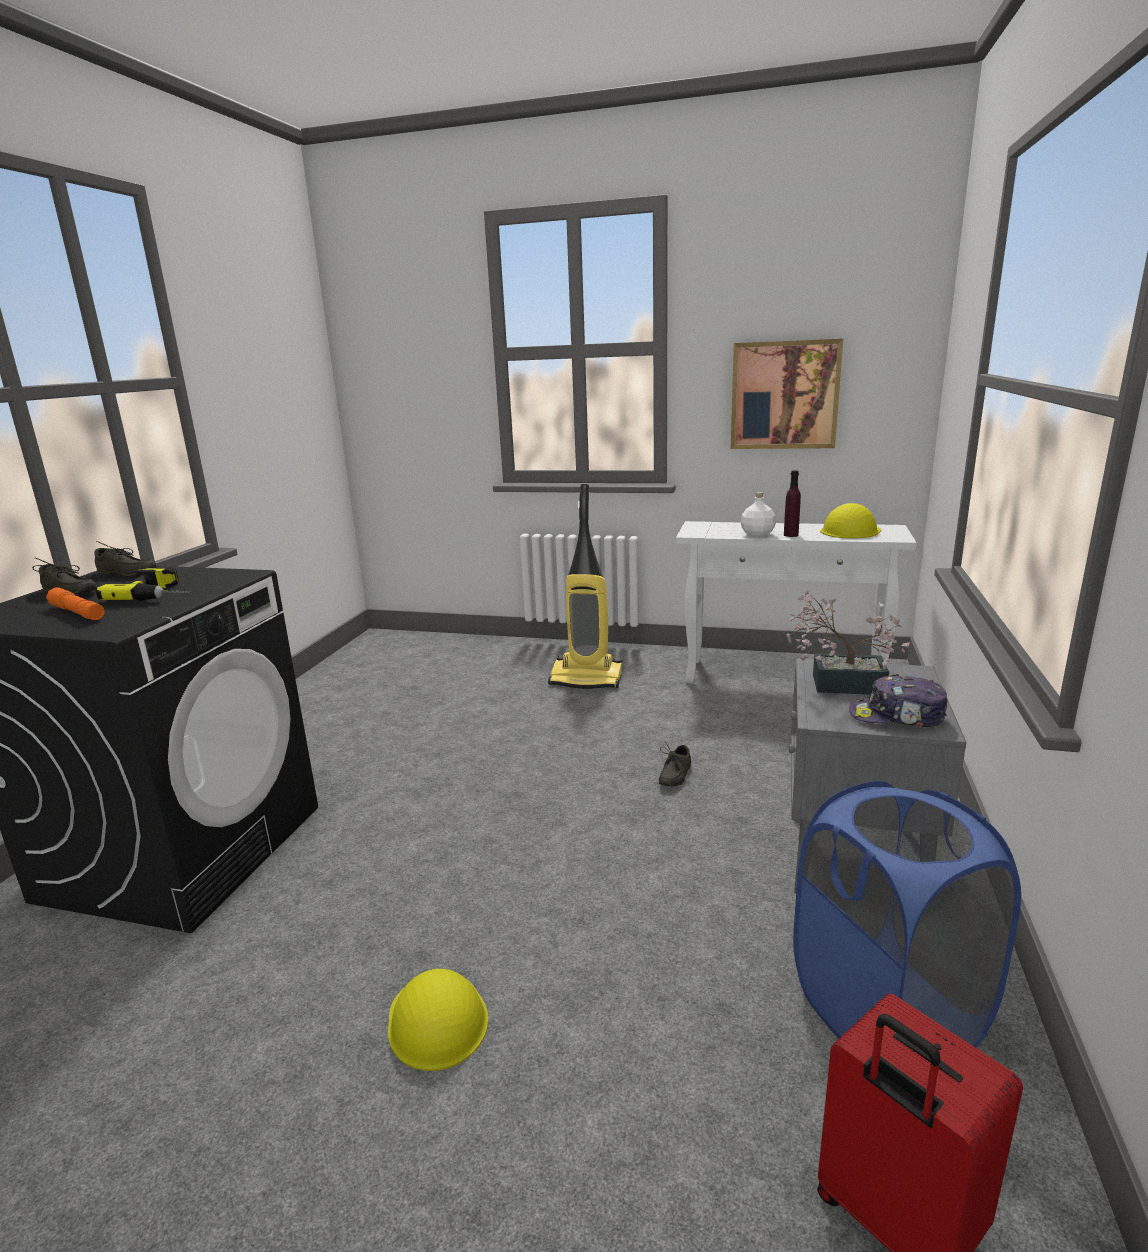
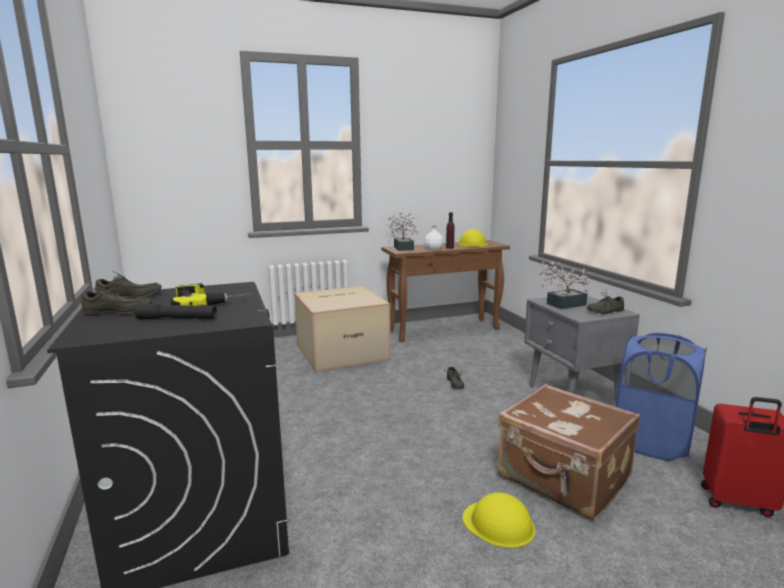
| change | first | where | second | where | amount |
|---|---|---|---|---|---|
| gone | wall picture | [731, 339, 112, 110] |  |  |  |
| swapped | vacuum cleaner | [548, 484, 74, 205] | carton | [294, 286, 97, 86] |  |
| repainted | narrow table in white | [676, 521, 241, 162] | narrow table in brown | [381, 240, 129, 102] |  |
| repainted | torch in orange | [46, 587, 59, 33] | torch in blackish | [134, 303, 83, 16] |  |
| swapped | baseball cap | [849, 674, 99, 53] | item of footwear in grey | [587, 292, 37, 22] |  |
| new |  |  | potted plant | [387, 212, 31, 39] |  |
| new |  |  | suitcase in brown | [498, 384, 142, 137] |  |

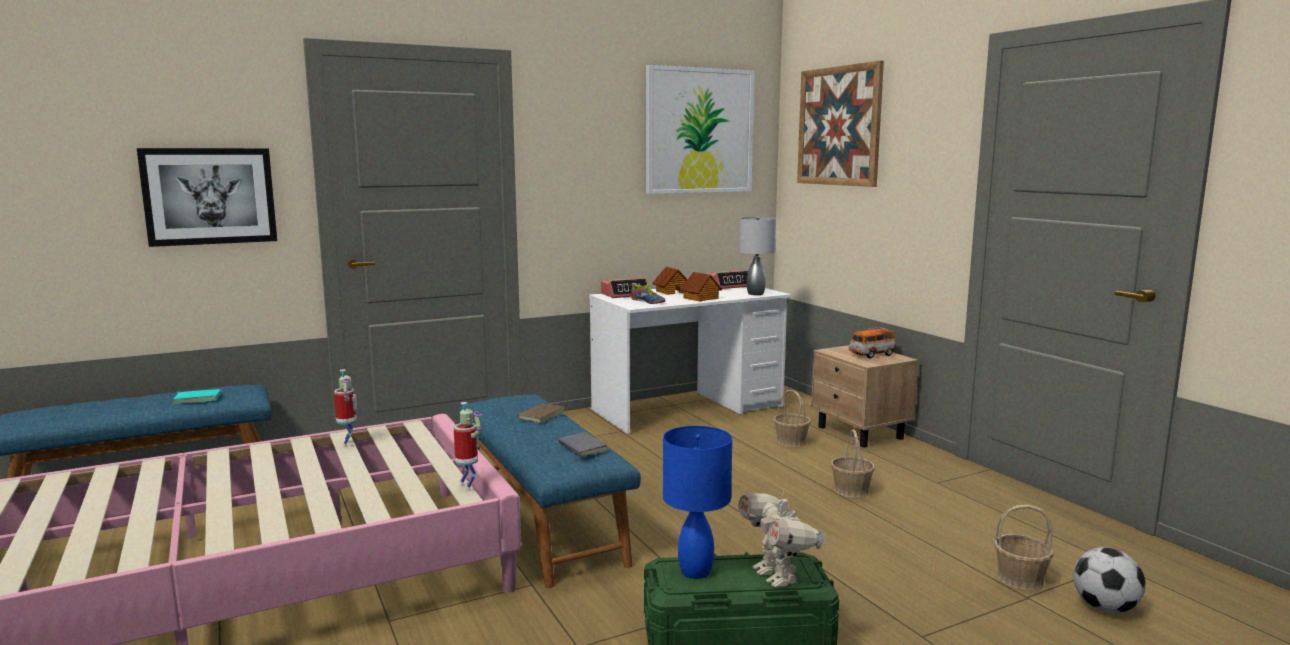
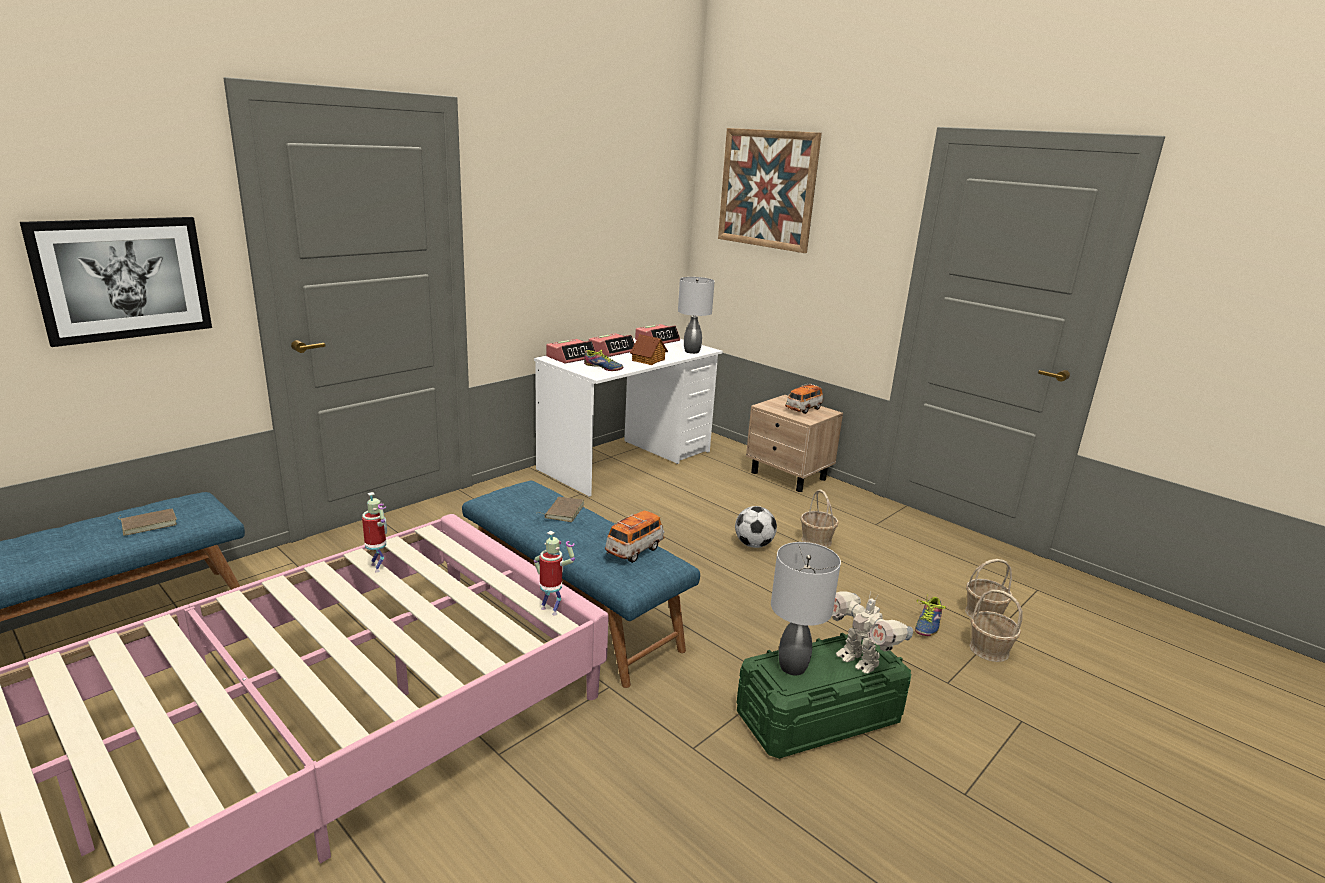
| change | first | where | second | where | amount |
|---|---|---|---|---|---|
| gone | wall picture | [646, 65, 109, 129] |  |  |  |
| swapped | miniature house | [652, 267, 36, 28] | table clock | [589, 333, 46, 24] |  |
| repainted | volume in turquoise | [173, 389, 48, 15] | volume in brown | [118, 508, 59, 28] |  |
| shifted | storage basket | [774, 390, 37, 57] |  | [969, 589, 54, 73] |  |
| repainted | lamp for a table in blue | [663, 426, 69, 153] | lamp for a table in grey | [771, 542, 70, 133] |  |
| swapped | volume in grey | [558, 432, 50, 25] | toy car | [605, 511, 60, 52] |  |
| shifted | football | [1073, 547, 73, 66] |  | [735, 506, 42, 42] |  |
| new |  |  | item of footwear | [915, 594, 31, 42] |  |

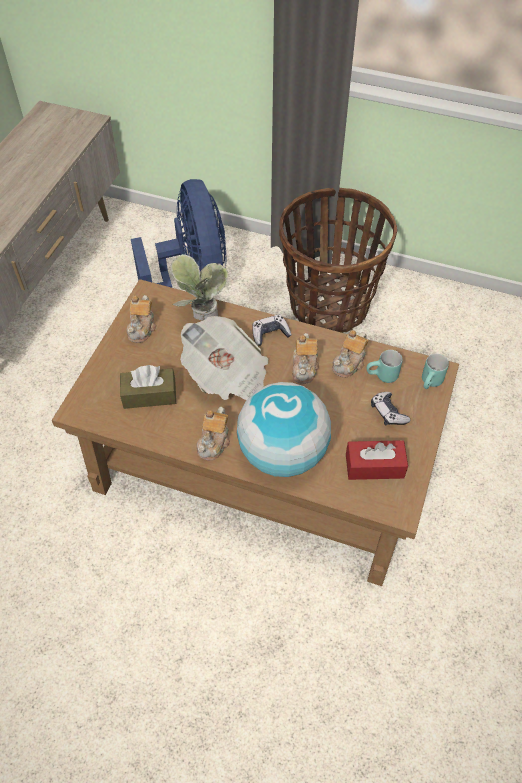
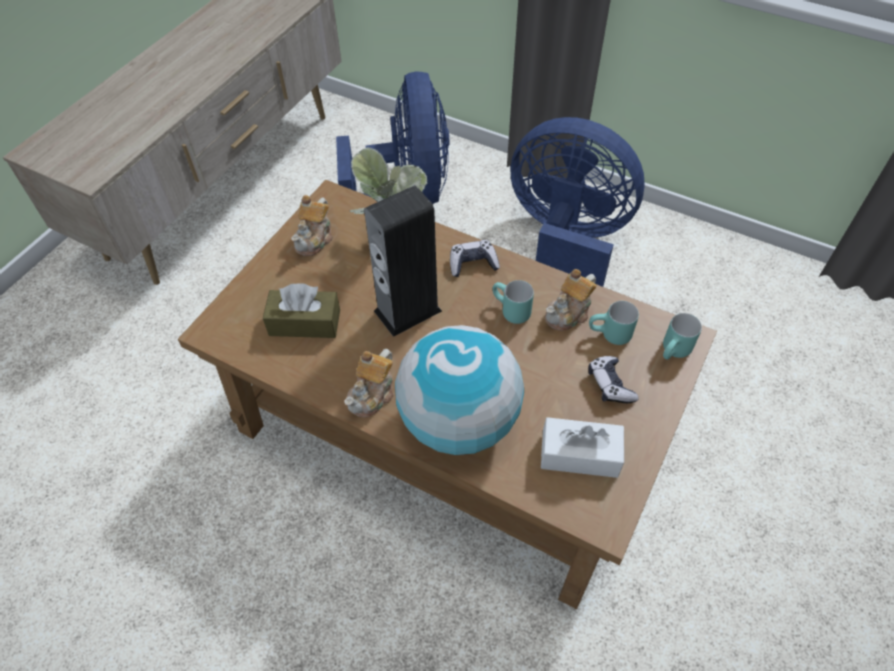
| change | first | where | second | where | amount |
|---|---|---|---|---|---|
| swapped | storage basket | [279, 188, 118, 145] | electric fan in blue | [511, 117, 134, 170] |  |
| swapped | newspaper | [180, 316, 88, 84] | speaker | [364, 185, 78, 152] |  |
| swapped | tea pot | [292, 333, 27, 51] | tea mug in turquoise | [493, 280, 41, 44] |  |
| repainted | tissue box in red-coloured | [346, 440, 62, 40] | tissue box in white | [541, 417, 83, 61] |  |

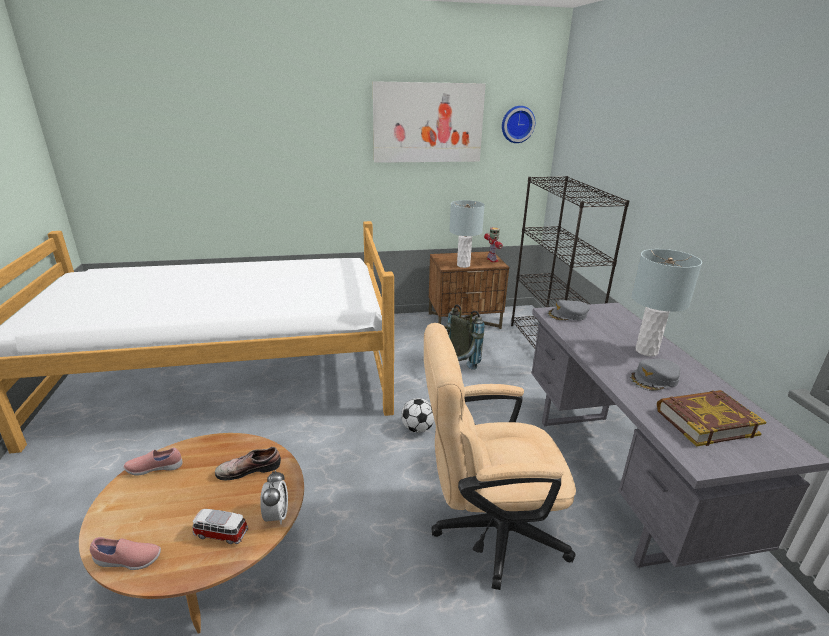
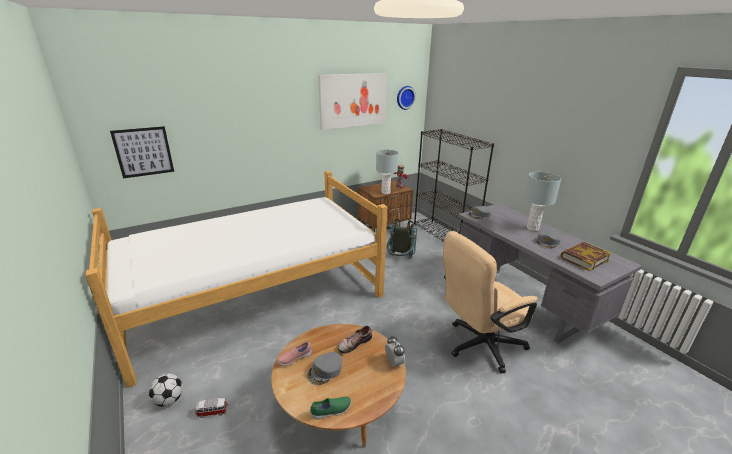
| change | first | where | second | where | amount |
|---|---|---|---|---|---|
| shifted | football | [401, 398, 33, 35] |  | [149, 373, 34, 34] |  |
| shifted | toy car | [192, 509, 56, 35] |  | [195, 398, 33, 20] |  |
| repainted | item of footwear in pink | [90, 537, 71, 33] | item of footwear in greenish | [310, 397, 41, 23] |  |
| new |  |  | wall picture | [110, 126, 64, 52] |  |
| new |  |  | baseball cap in grey | [307, 352, 35, 33] |  |

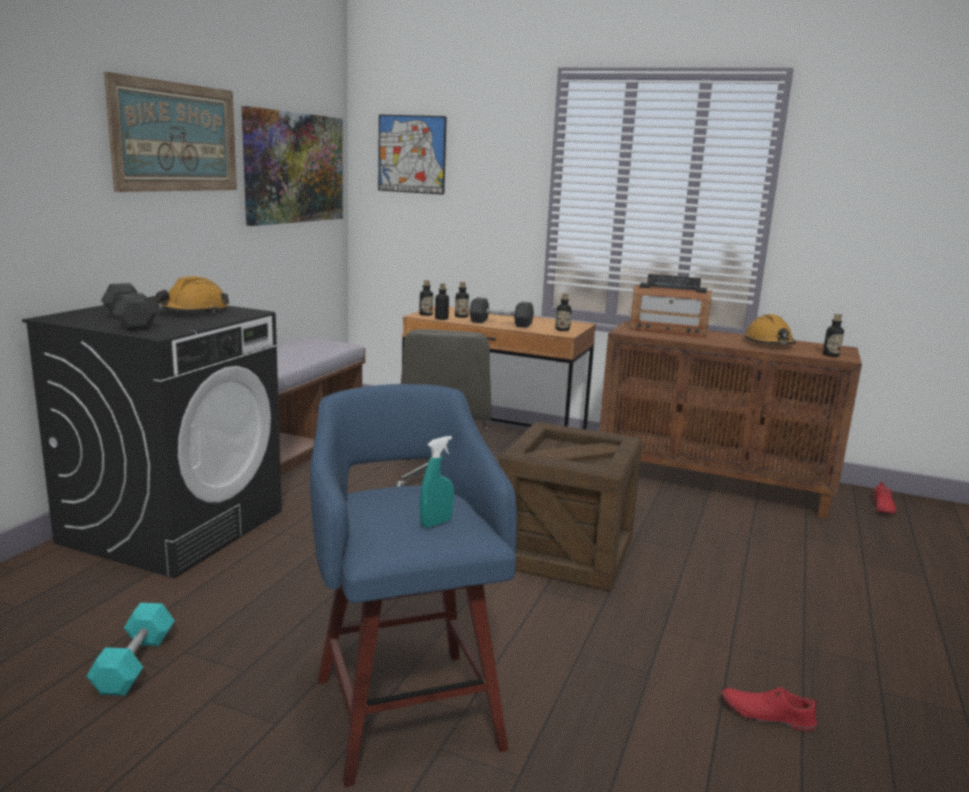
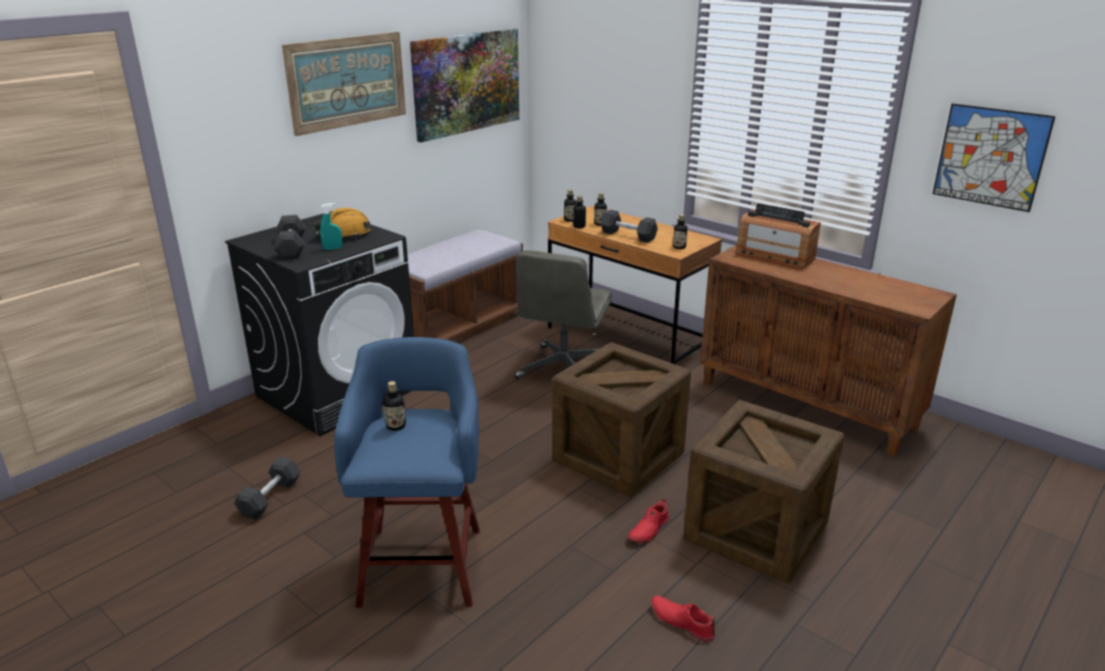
| change | first | where | second | where | amount |
|---|---|---|---|---|---|
| shifted | wall picture | [378, 115, 69, 80] |  | [933, 103, 123, 109] |  |
| gone | safety helmet in orange | [745, 314, 51, 30] |  |  |  |
| shifted | bottle | [823, 314, 21, 43] |  | [383, 381, 23, 50] |  |
| shifted | sprayer in turquoise | [420, 436, 34, 92] |  | [320, 203, 23, 47] |  |
| shifted | item of footwear in red-coloured | [873, 482, 24, 32] |  | [628, 499, 41, 43] |  |
| repainted | hand weight in turquoise | [86, 603, 89, 93] | hand weight in grey | [234, 457, 67, 62] |  |
| new |  |  | shipping crate | [683, 400, 161, 184] |  |

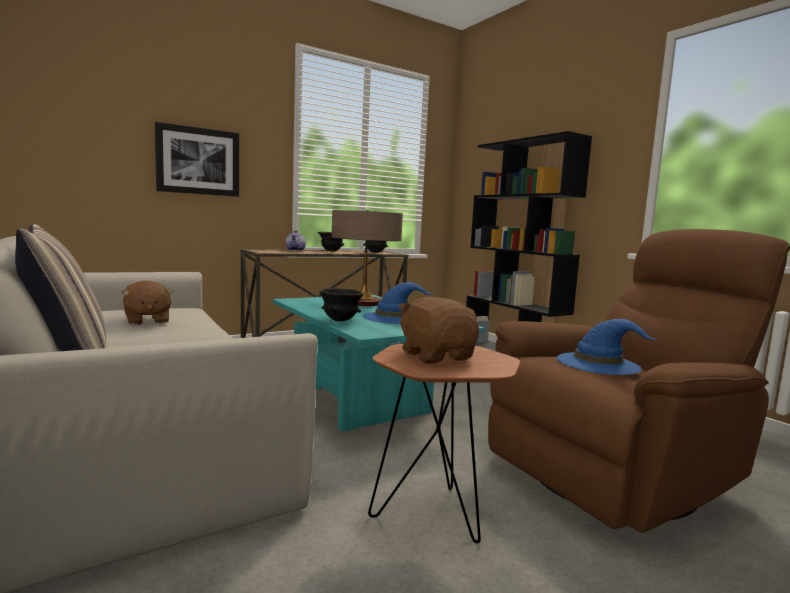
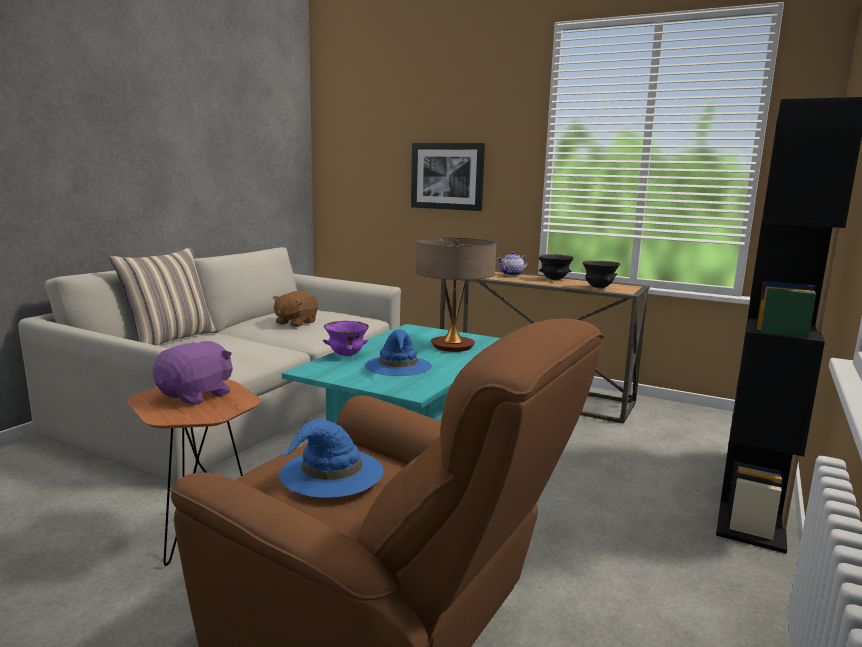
| change | first | where | second | where | amount |
|---|---|---|---|---|---|
| repainted | deep dish in blackish | [319, 288, 46, 34] | deep dish in purple | [323, 321, 46, 35] |  |
| repainted | plush toy in brown | [398, 297, 81, 67] | plush toy in purple | [153, 341, 80, 64] |  |

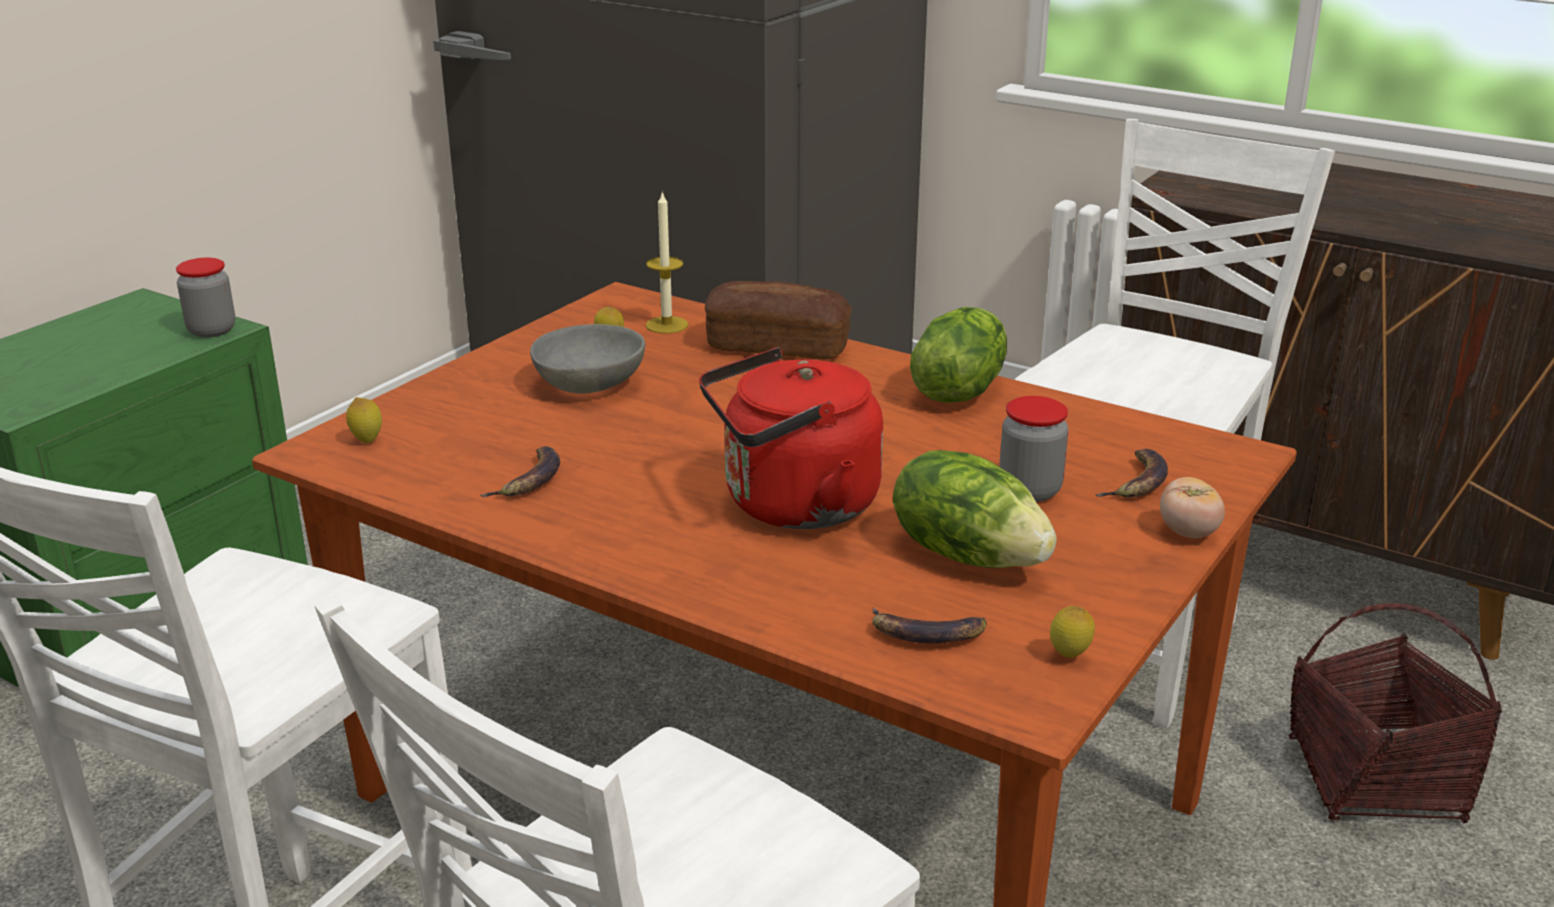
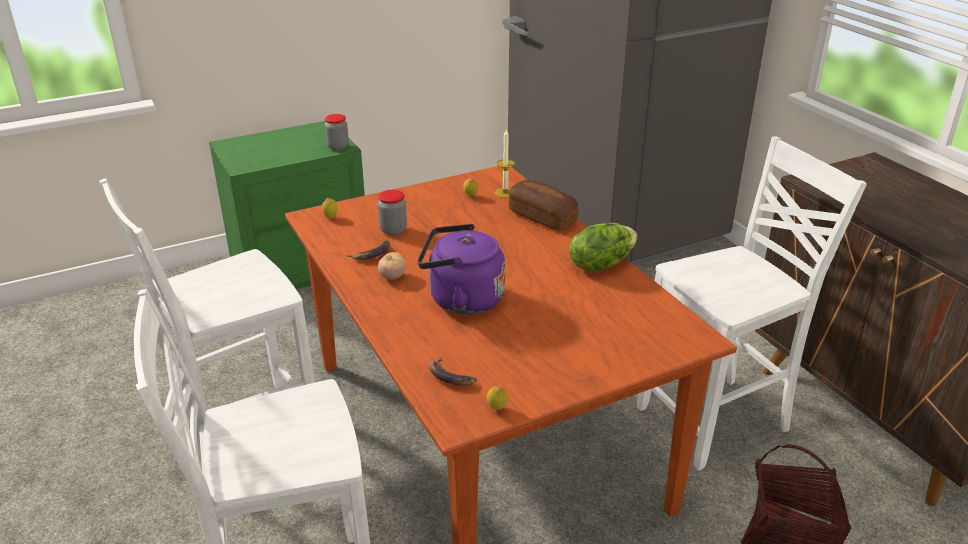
| change | first | where | second | where | amount |
|---|---|---|---|---|---|
| gone | deep dish in grey | [530, 324, 115, 70] |  |  |  |
| repainted | water kettle in red-coloured | [699, 347, 184, 182] | water kettle in purple | [418, 224, 87, 90] |  |
| shifted | jar | [999, 396, 70, 106] |  | [378, 190, 29, 45] |  |
| gone | banana fruit | [1095, 449, 73, 49] |  |  |  |
| gone | lettuce head | [893, 450, 163, 118] |  |  |  |
| shifted | fresh tomato | [1160, 477, 65, 61] |  | [378, 252, 28, 28] |  |

